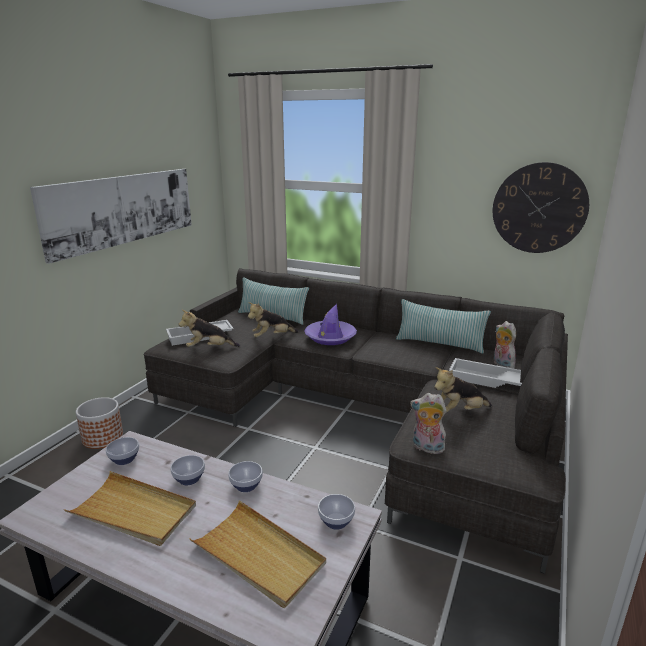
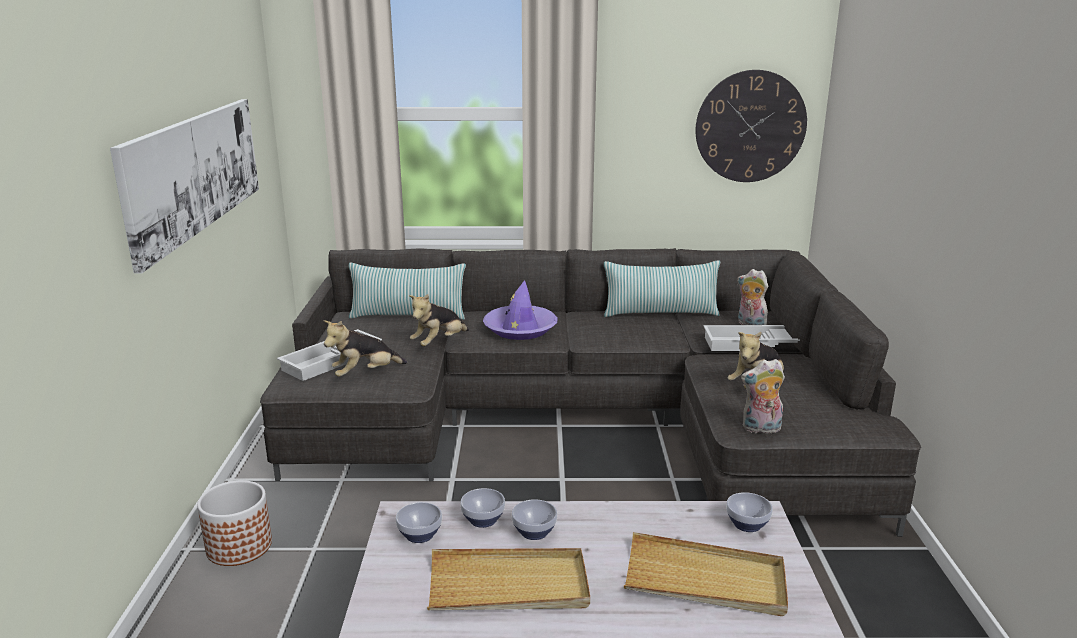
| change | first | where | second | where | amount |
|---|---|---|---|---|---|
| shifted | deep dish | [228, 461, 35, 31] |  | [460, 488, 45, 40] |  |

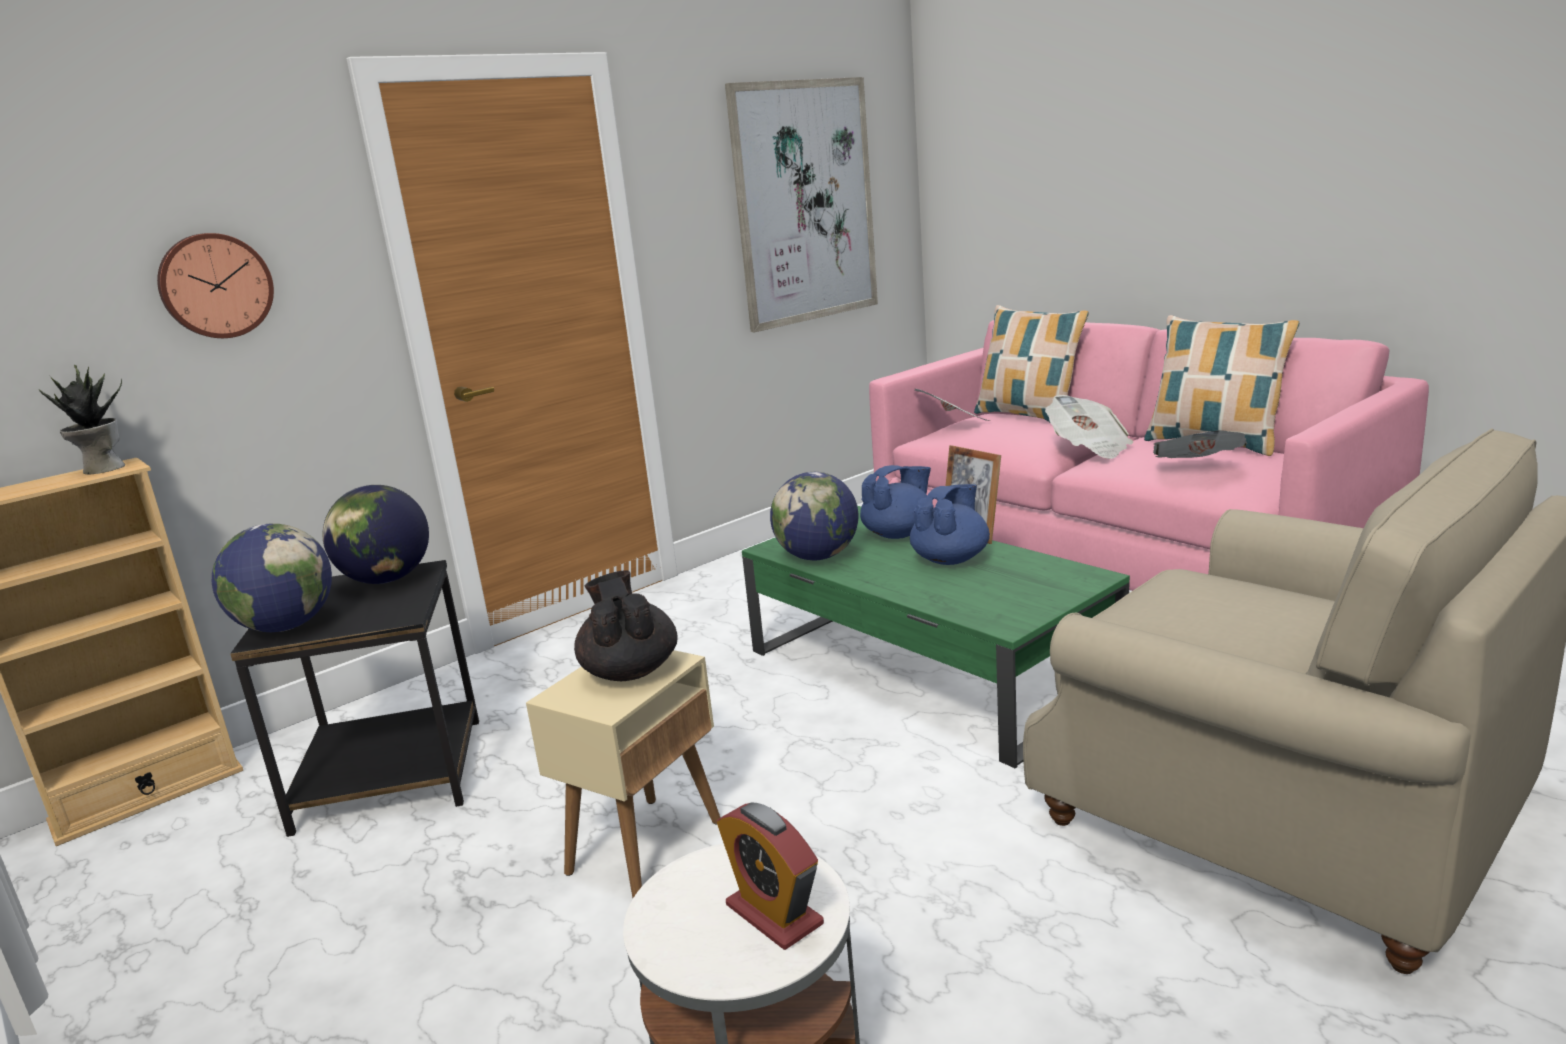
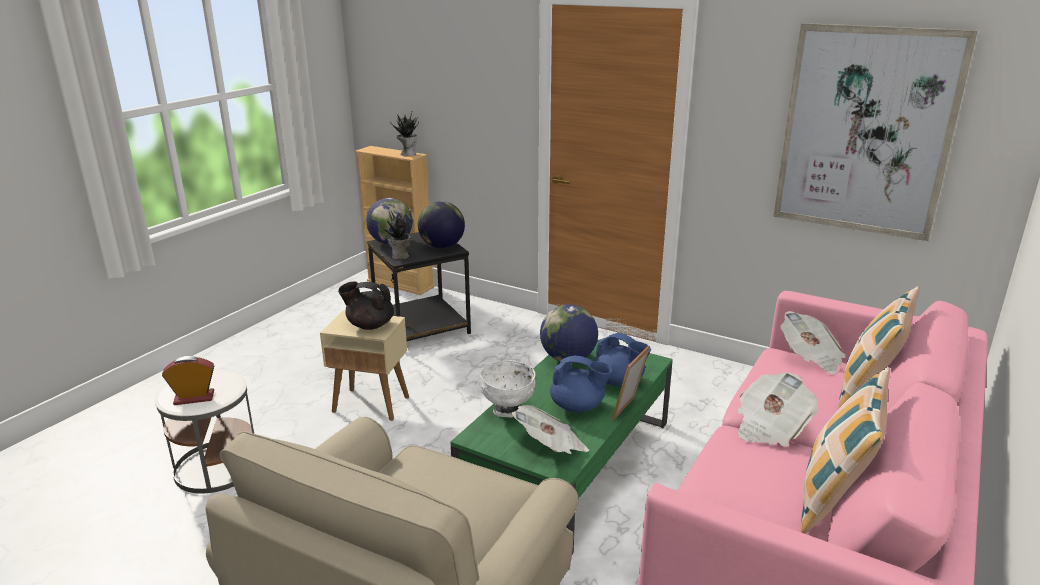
| change | first | where | second | where | amount |
|---|---|---|---|---|---|
| gone | wall clock | [157, 233, 117, 105] |  |  |  |
| shifted | newspaper | [1153, 430, 95, 28] |  | [512, 405, 77, 49] |  |
| rotated | tea pot in blackish | [574, 571, 104, 110] |  | [338, 281, 56, 49] | 135 degrees counterclockwise |
| rotated | table clock | [717, 802, 107, 148] |  | [162, 356, 52, 49] | 45 degrees clockwise |
| new |  |  | potted plant | [379, 211, 33, 49] |  |
| new |  |  | deep dish in white | [479, 361, 57, 56] |  |

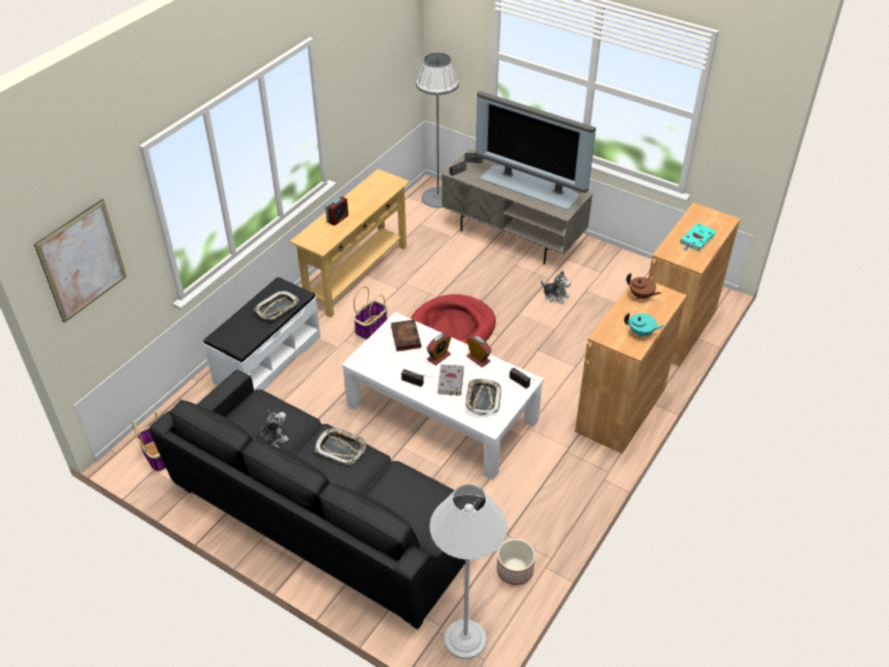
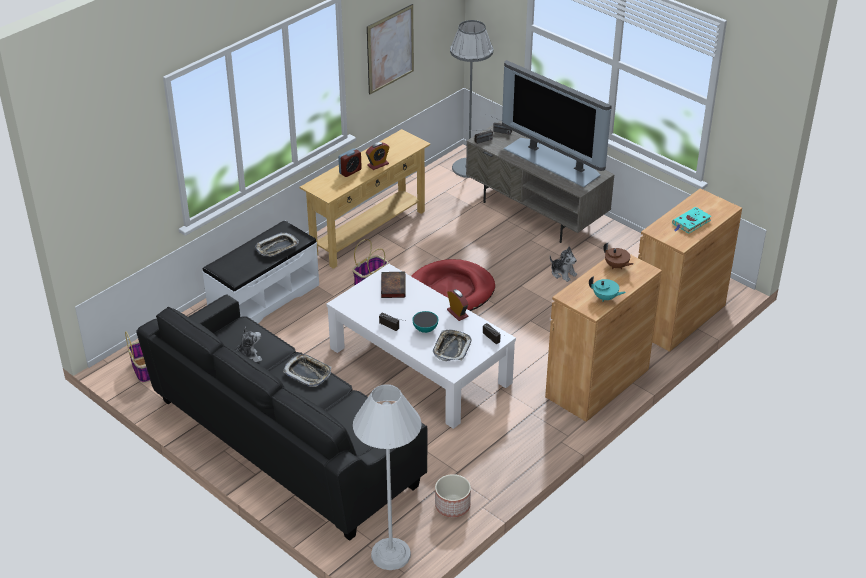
| change | first | where | second | where | amount |
|---|---|---|---|---|---|
| shifted | wall picture | [34, 199, 93, 124] |  | [367, 4, 47, 91] |  |
| shifted | table clock | [427, 333, 24, 32] |  | [366, 142, 24, 28] |  |
| swapped | volume in grey | [438, 365, 26, 31] | deep dish | [412, 311, 27, 22] |  |

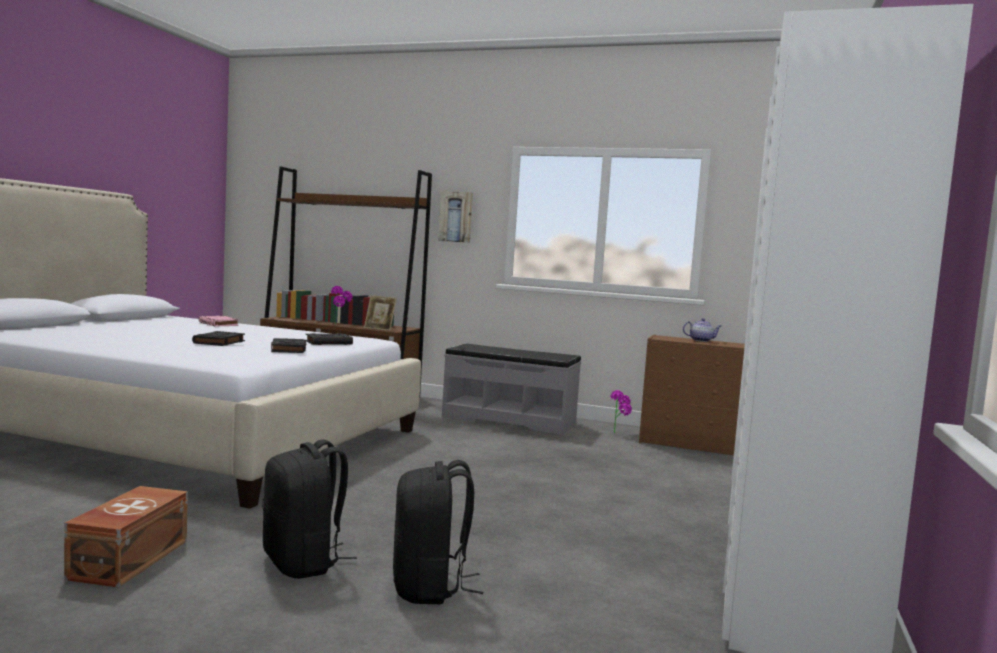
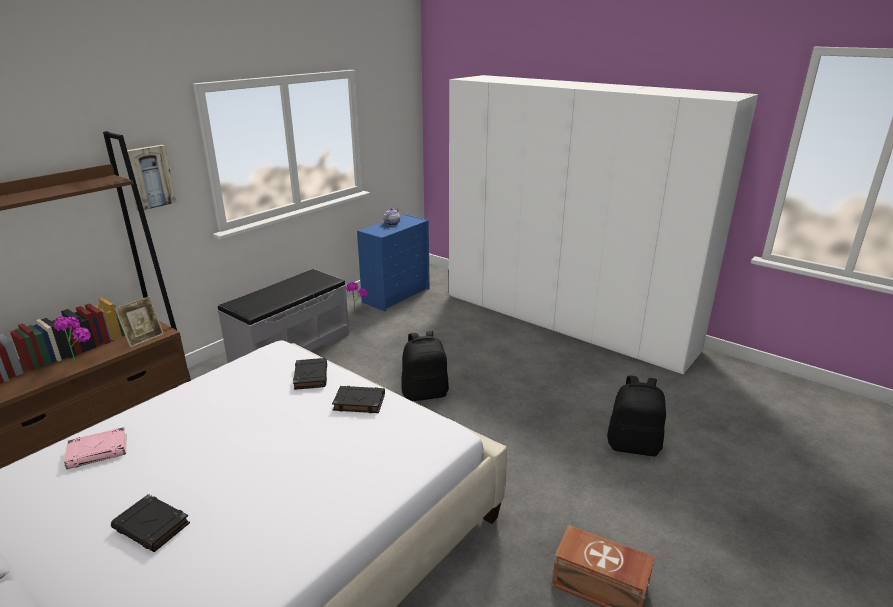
| change | first | where | second | where | amount |
|---|---|---|---|---|---|
| shifted | volume in blackish | [192, 331, 53, 15] |  | [111, 494, 79, 58] |  |
| repainted | dresser in brown | [639, 335, 106, 120] | dresser in blue | [357, 214, 73, 97] |  |
| shifted | knapsack in blackish | [262, 439, 95, 139] |  | [401, 331, 48, 70] |  |

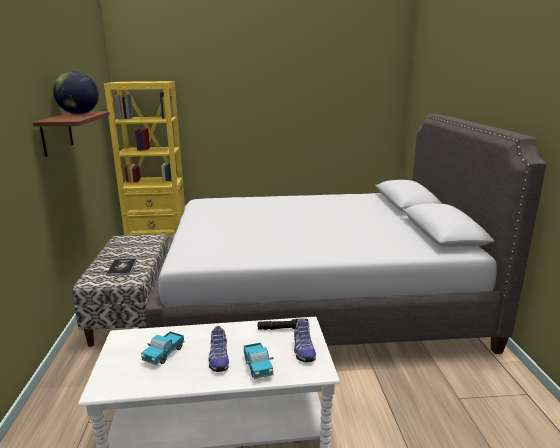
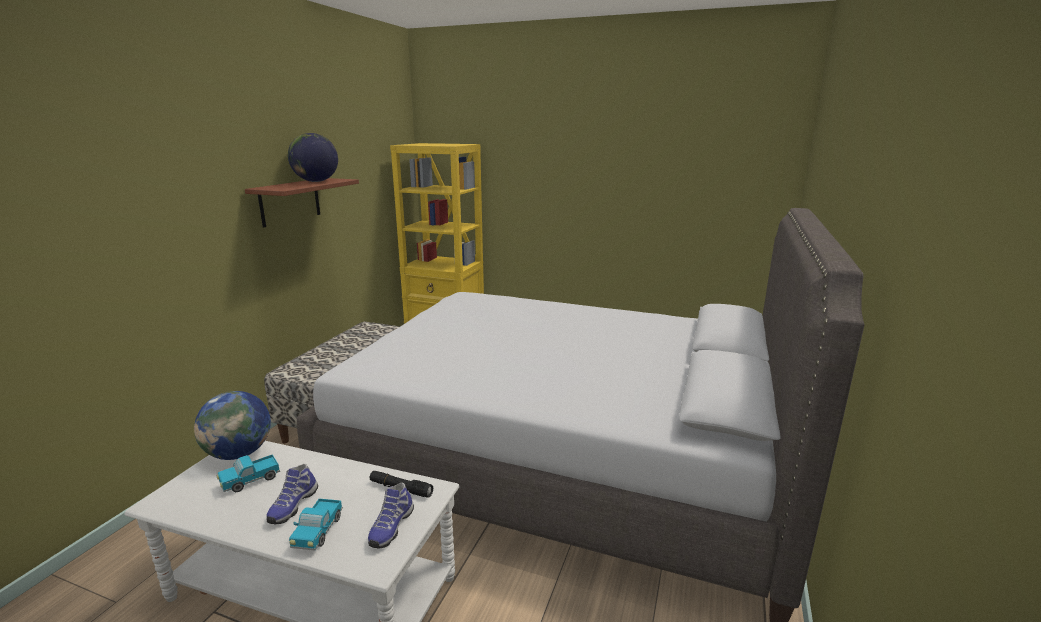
| change | first | where | second | where | amount |
|---|---|---|---|---|---|
| gone | volume | [106, 258, 31, 18] |  |  |  |
| new |  |  | globe | [194, 391, 77, 69] |  |

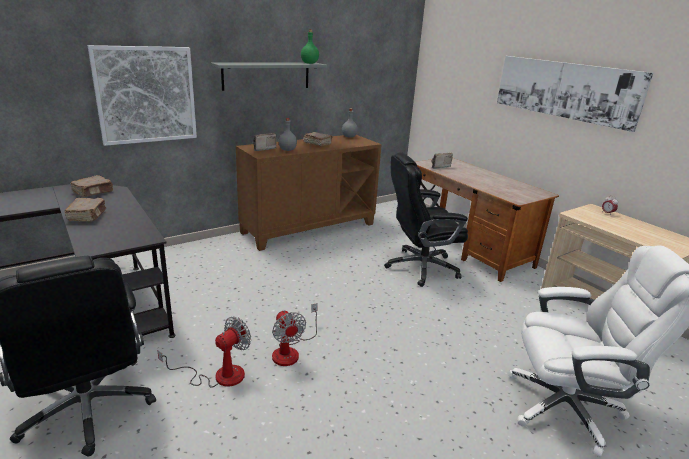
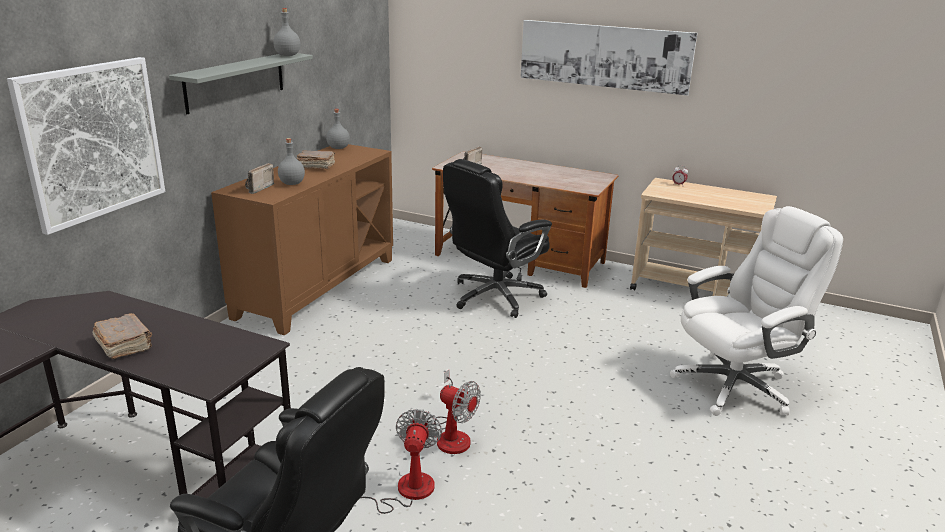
| change | first | where | second | where | amount |
|---|---|---|---|---|---|
| repainted | bottle in greenish | [301, 29, 18, 35] | bottle in grey | [273, 8, 27, 48] |  |
| gone | volume in brown | [70, 175, 43, 22] |  |  |  |

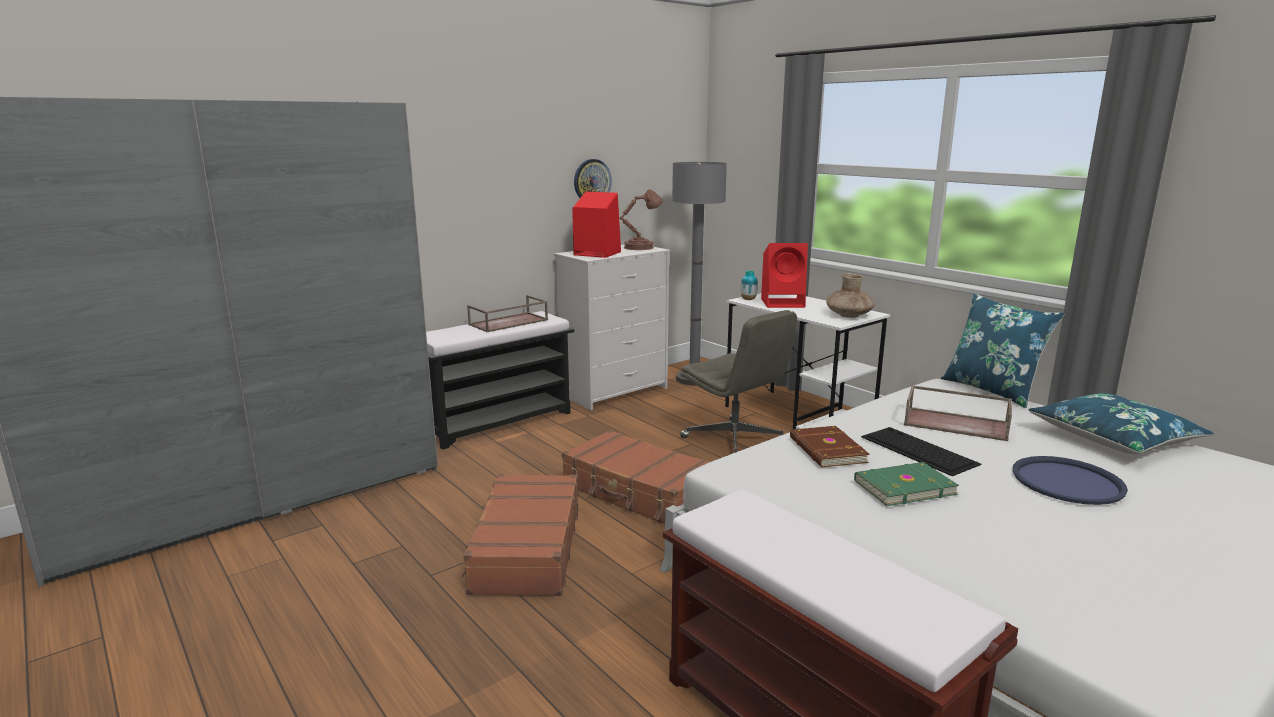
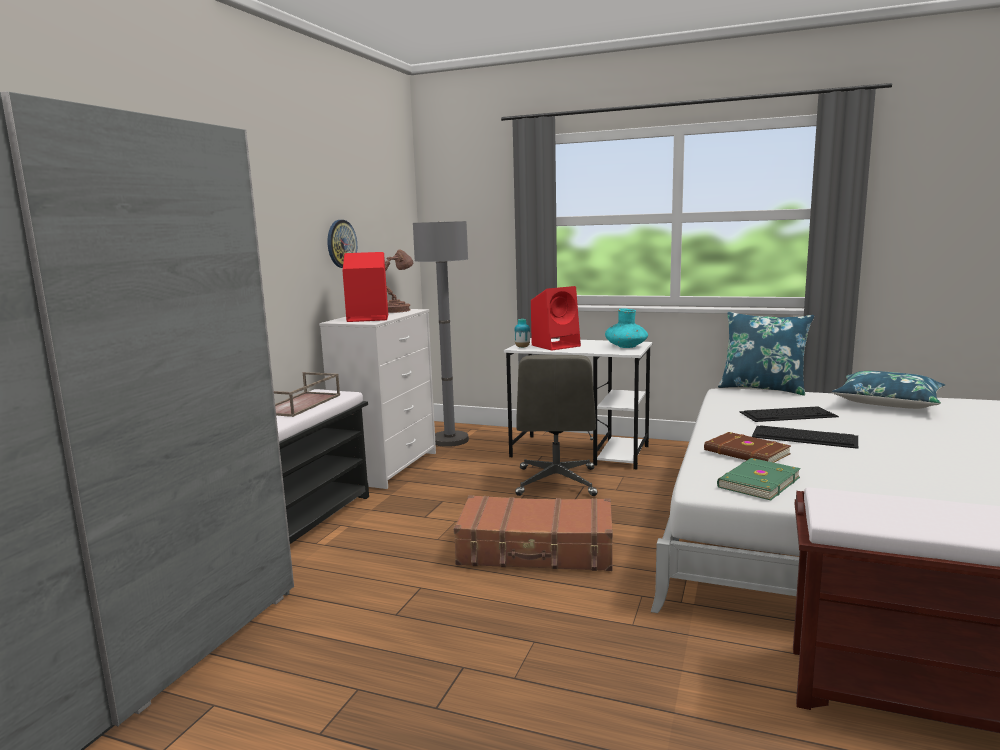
| change | first | where | second | where | amount |
|---|---|---|---|---|---|
| repainted | vase in brown | [826, 273, 49, 45] | vase in turquoise | [605, 308, 43, 40] |  |
| rotated | office chair in grey | [680, 310, 117, 144] |  | [515, 355, 82, 141] | 75 degrees clockwise |
| swapped | carrying tray in brown | [904, 385, 108, 56] | PC keyboard | [740, 406, 99, 16] |  |
| gone | carrying tray in blue | [1013, 456, 115, 49] |  |  |  |
| shifted | volume in greenish | [854, 462, 105, 44] |  | [717, 458, 84, 42] |  |
| gone | suitcase in brown | [461, 474, 118, 122] |  |  |  |

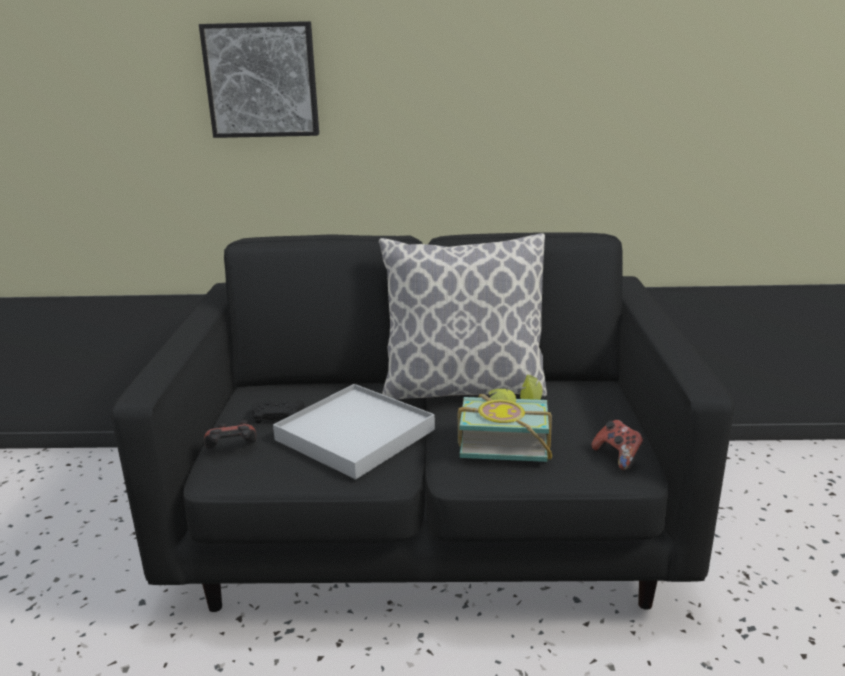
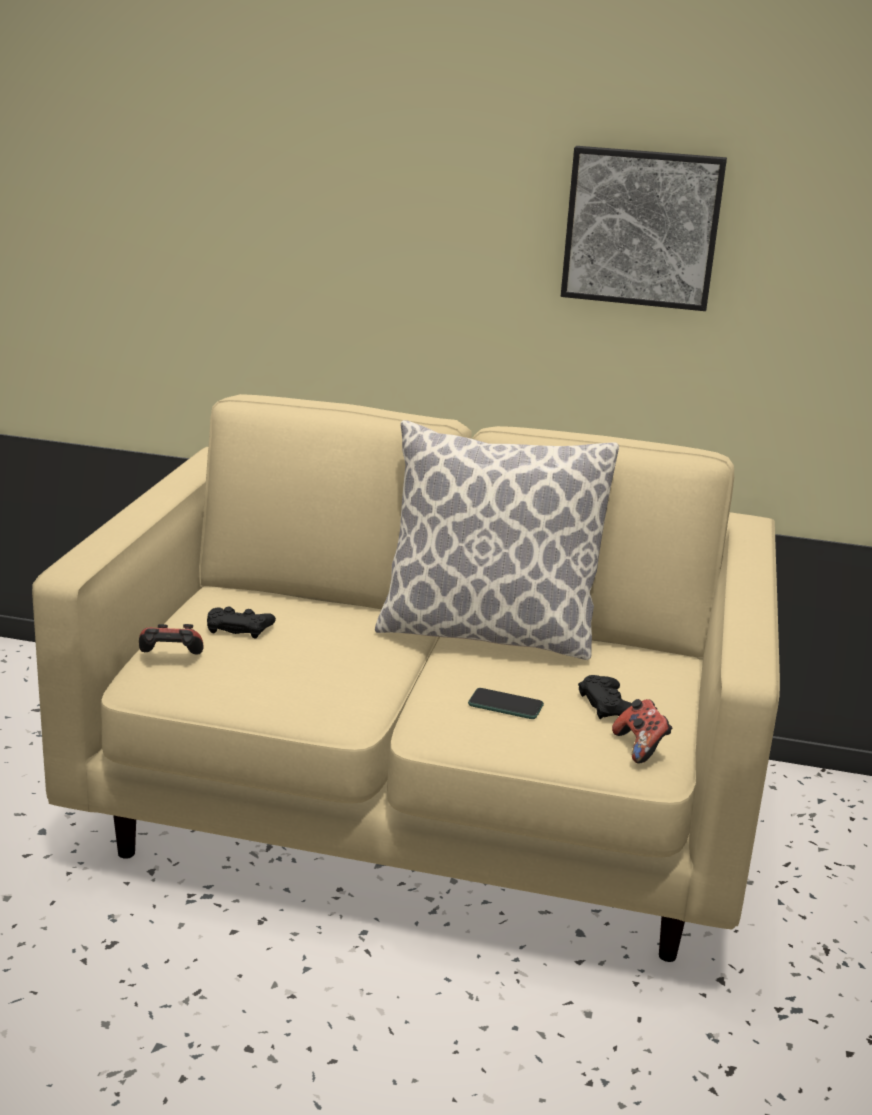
| change | first | where | second | where | amount |
|---|---|---|---|---|---|
| shifted | wall picture | [199, 21, 120, 117] |  | [560, 146, 167, 165] |  |
| repainted | sofa in blackish | [111, 232, 623, 380] | sofa in beige-coloured | [32, 394, 748, 568] |  |
| swapped | volume | [458, 375, 94, 87] | phone | [468, 688, 76, 31] |  |
| gone | carrying tray in white | [273, 384, 162, 95] |  |  |  |
| new |  |  | game controller in blackish | [578, 675, 54, 44] |  |

